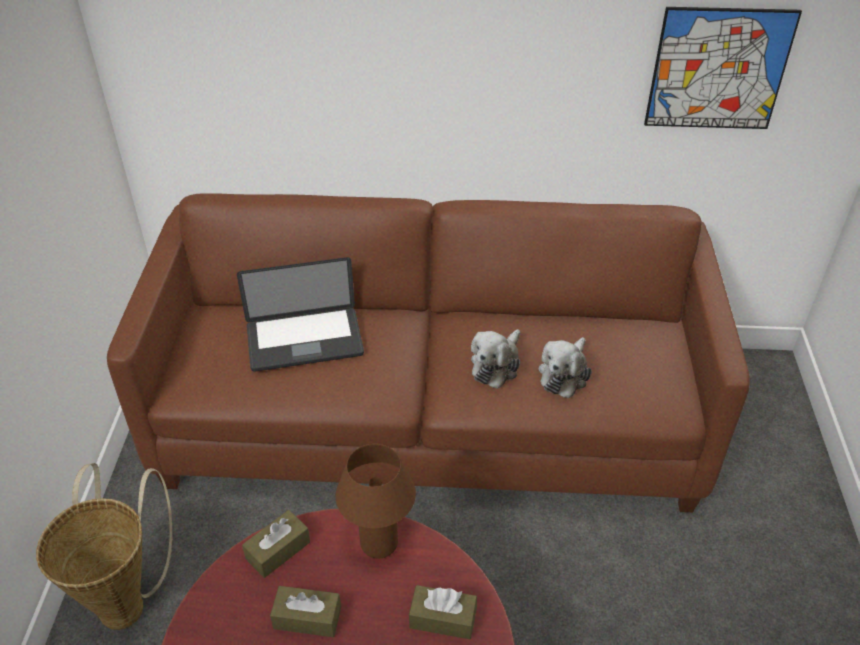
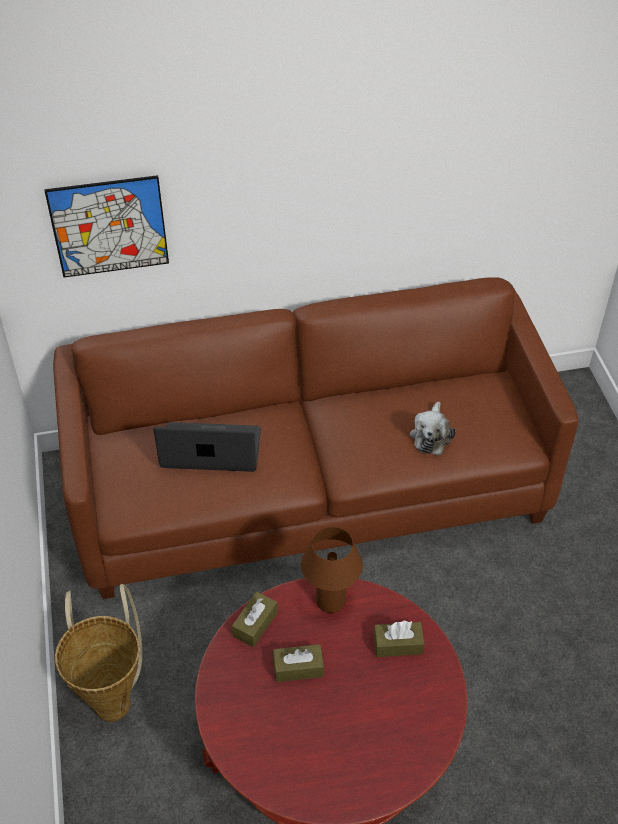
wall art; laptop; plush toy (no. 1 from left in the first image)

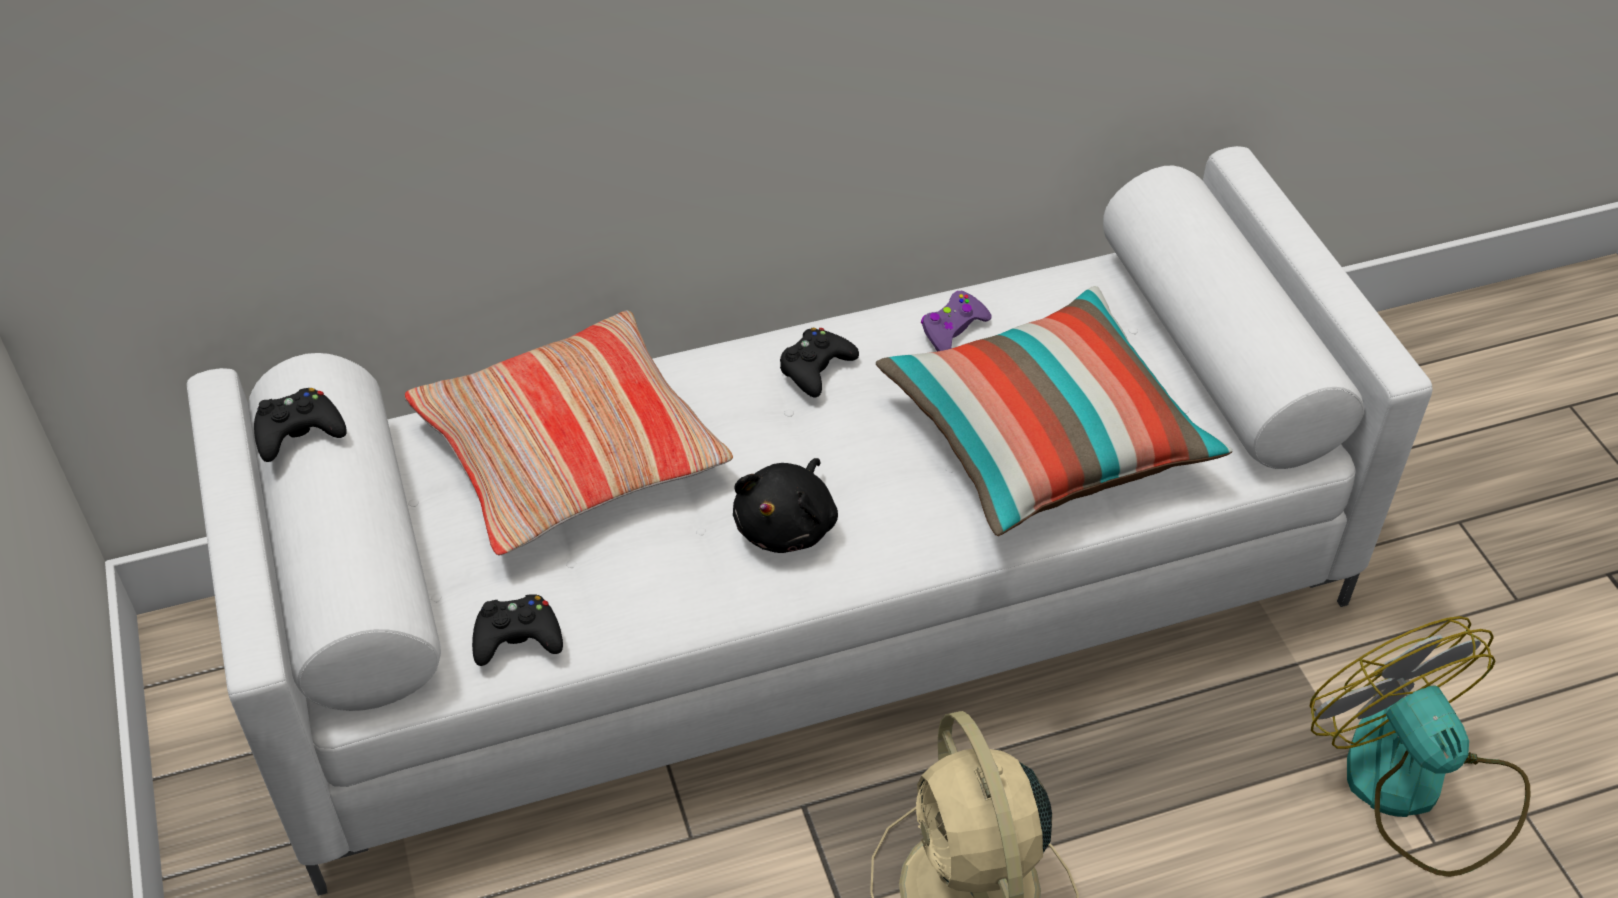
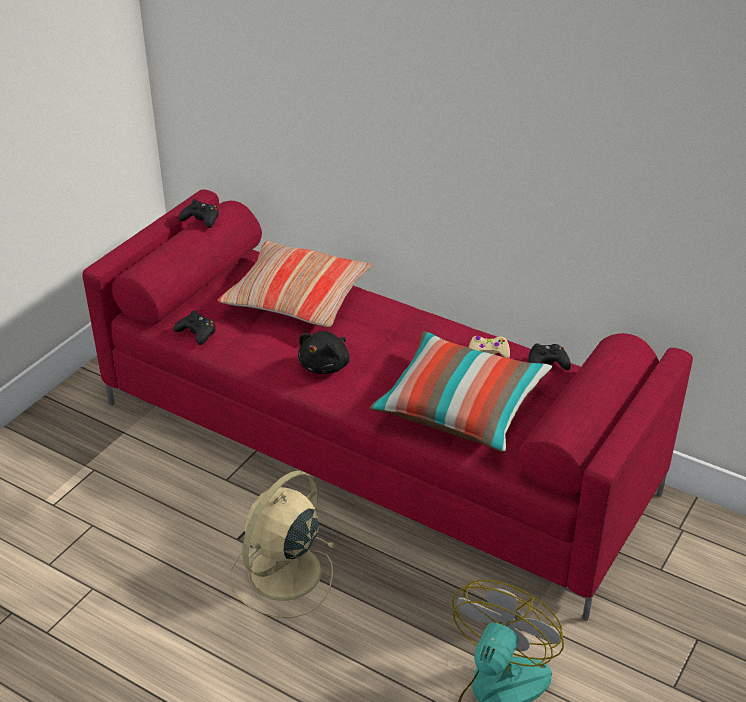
settee (reddish); game controller (beige); game controller (black) (no. 3 from left); plush toy (black)

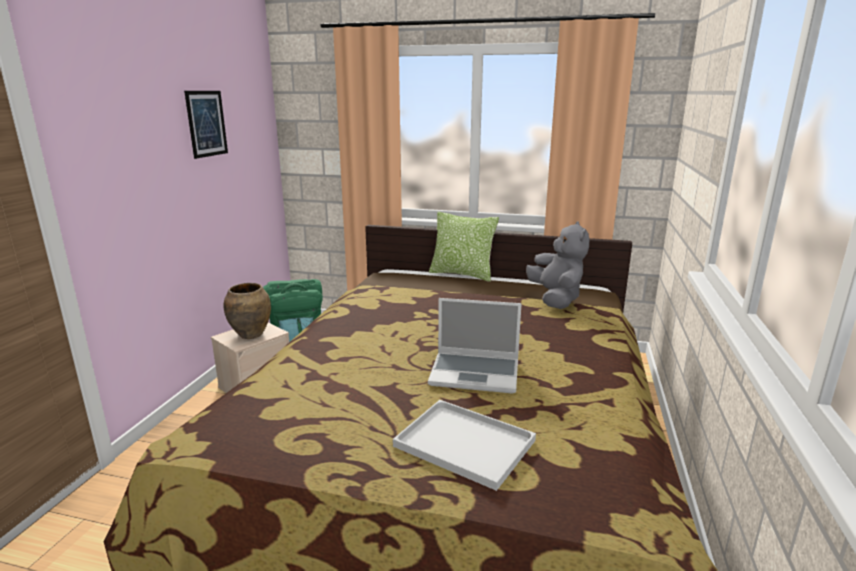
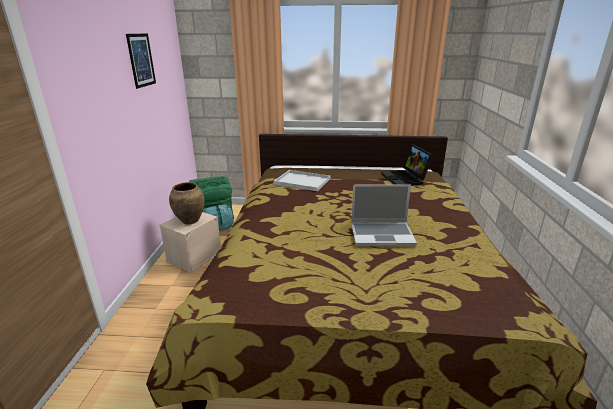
throw pillow; laptop (no. 2 from left); tray (whitish)

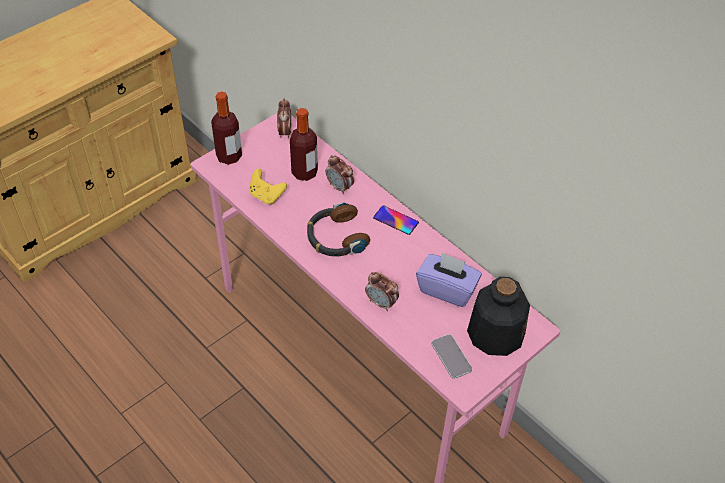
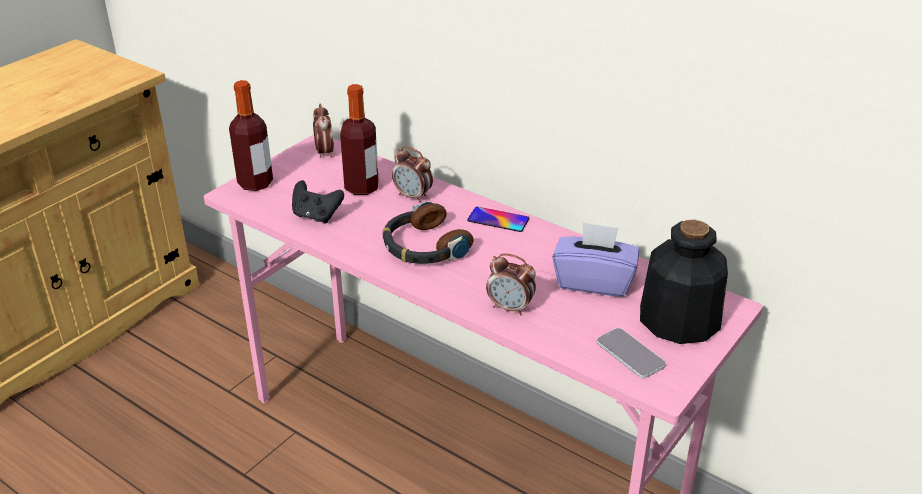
game controller (black)

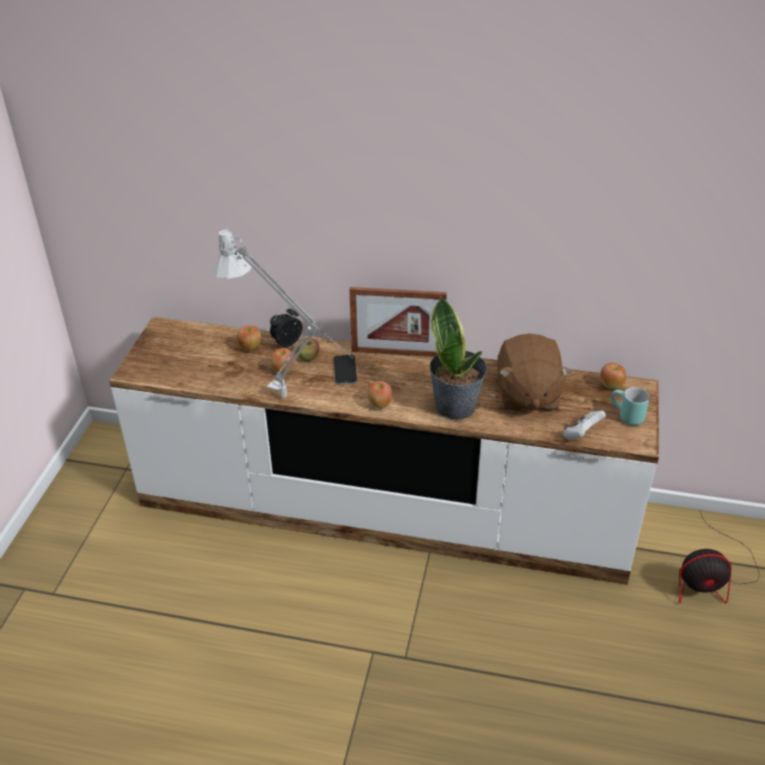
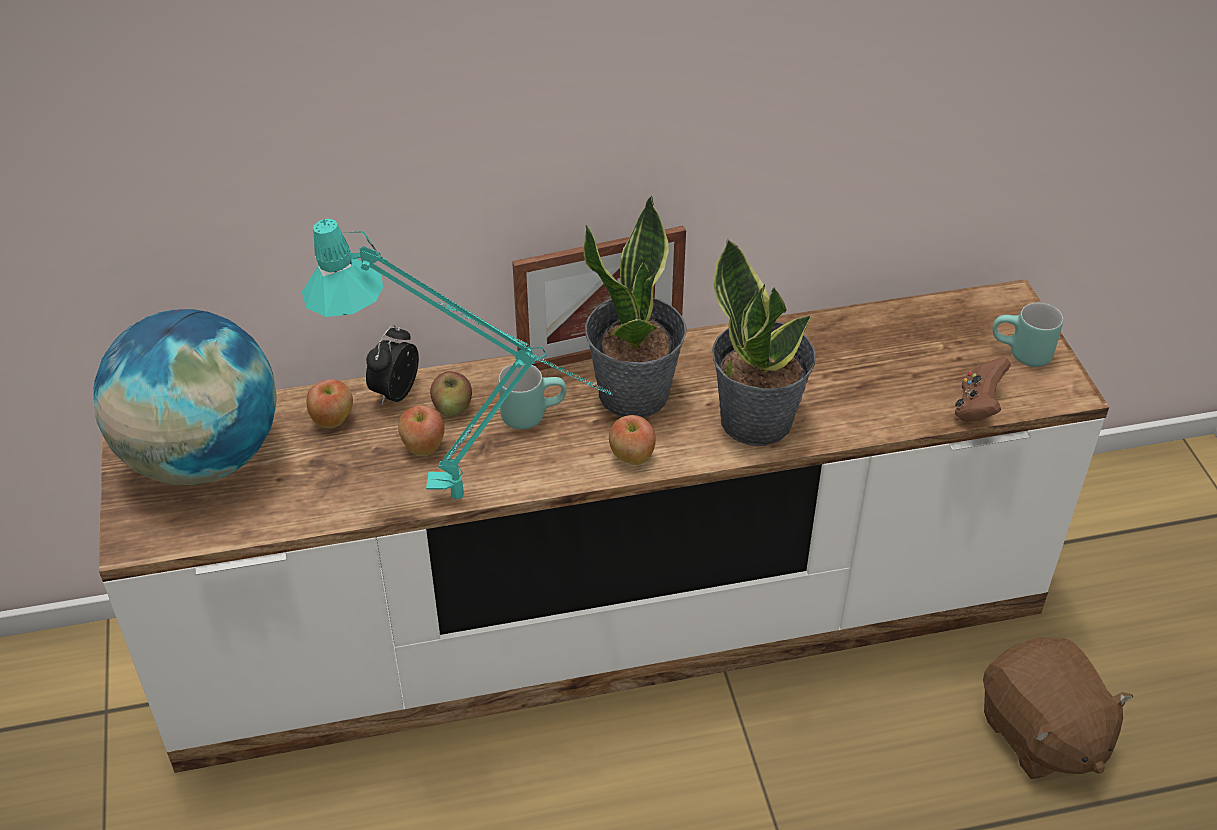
table lamp (turquoise); plush toy (brown-coloured); tea mug (turquoise) (no. 1 from left); apple fruit (no. 5 from left in the first image); game controller (brown-coloured); electric fan; potted plant (no. 1 from left); desk globe

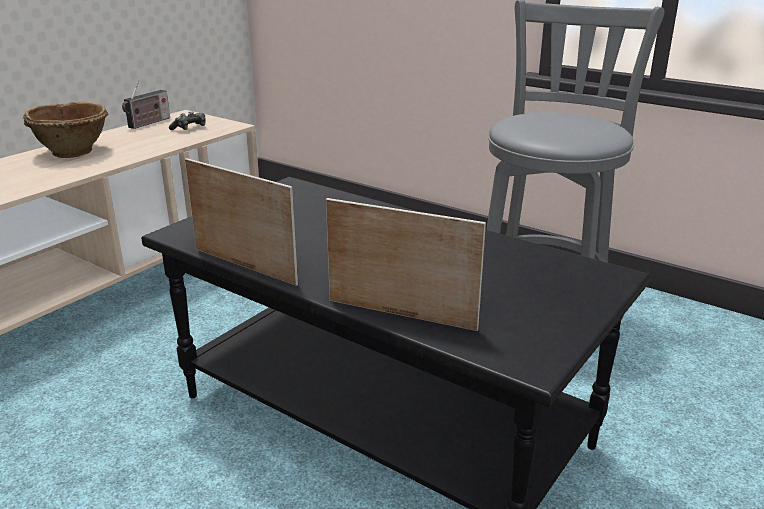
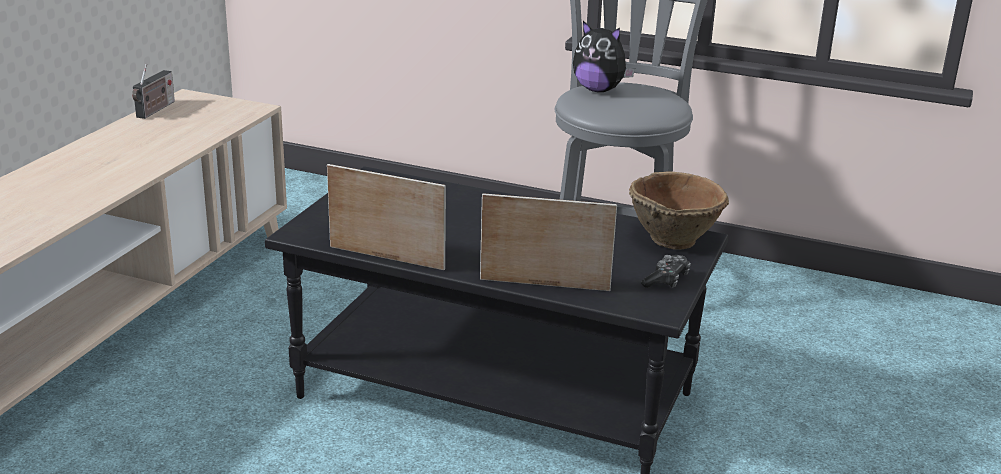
deep dish (brown-coloured); game controller; plush toy

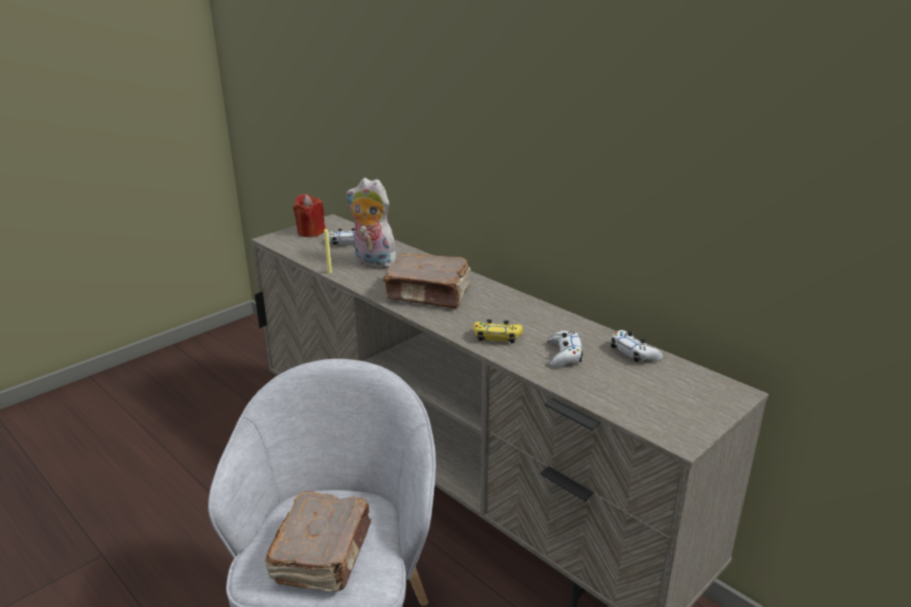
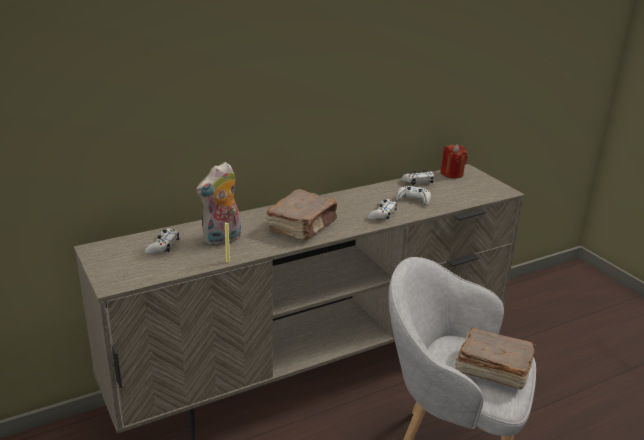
wax light (reddish); game controller (whitish) (no. 2 from left)

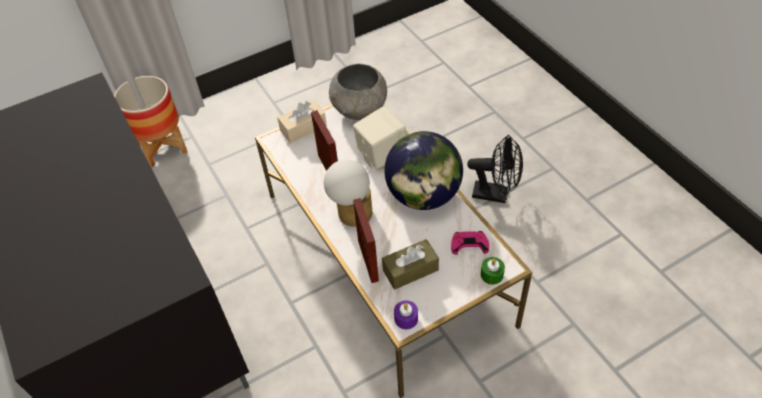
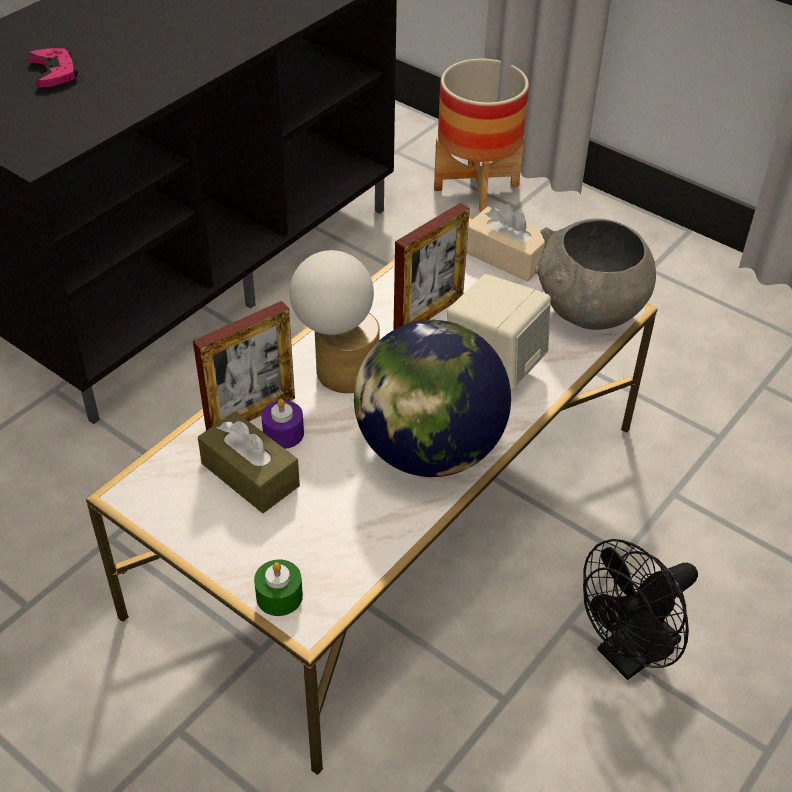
electric fan (black); game controller (pink-coloured); wax light (purplish)

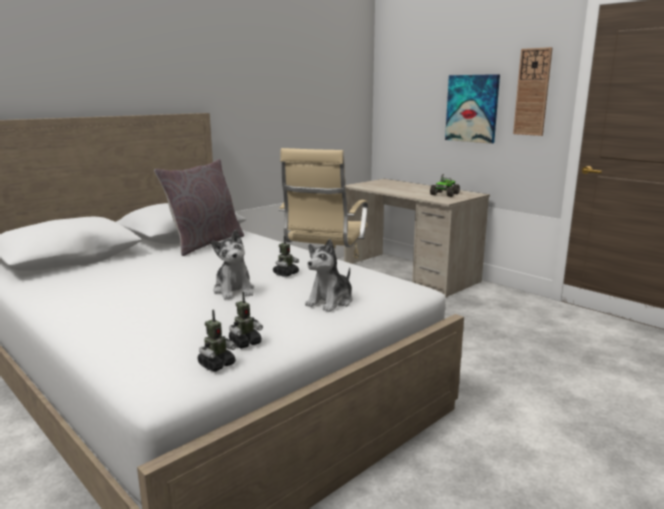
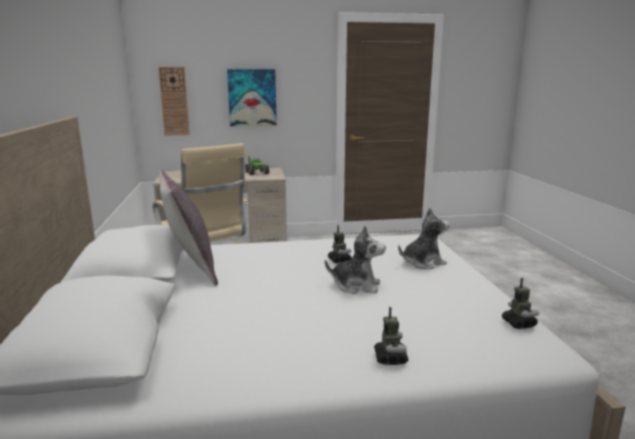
hanging clock; plush toy (no. 2 from left); robot figure (no. 2 from left)

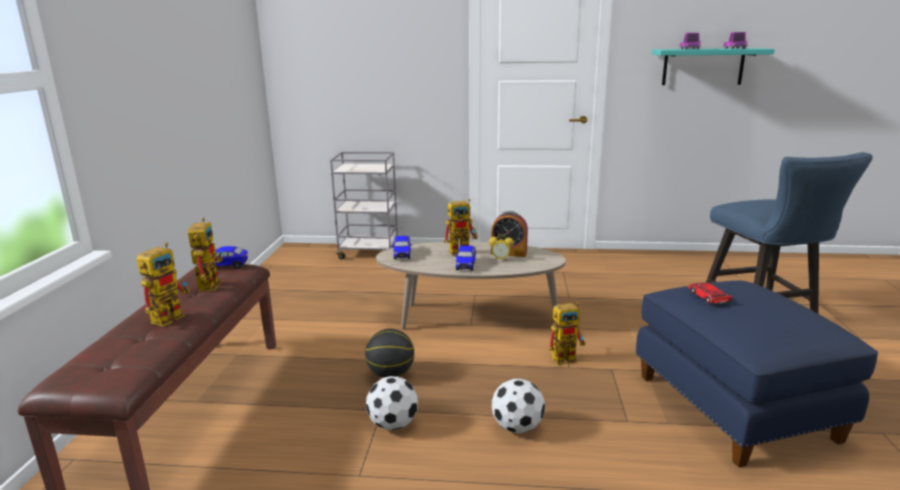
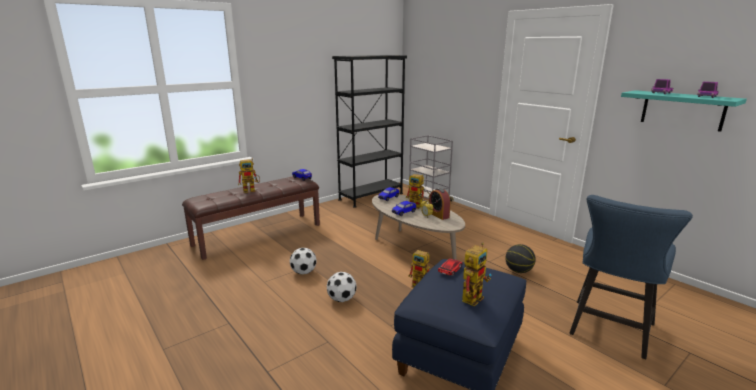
robot figure (no. 4 from left); basketball; bookcase (black)

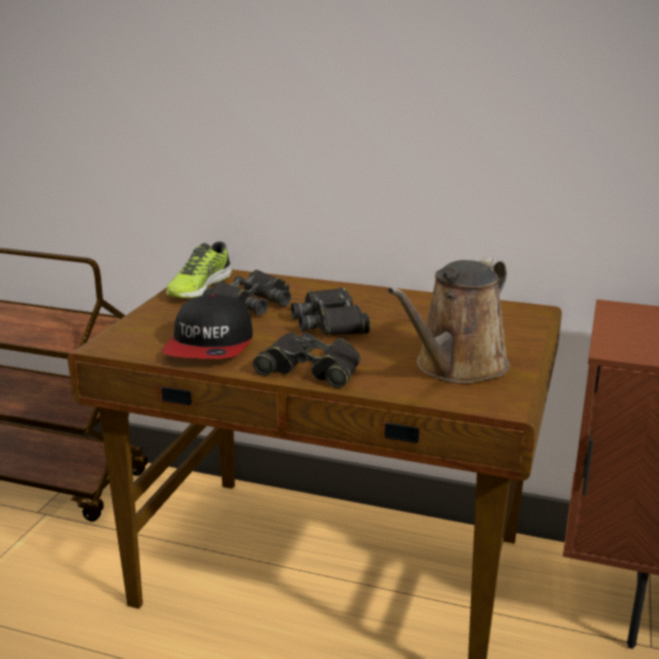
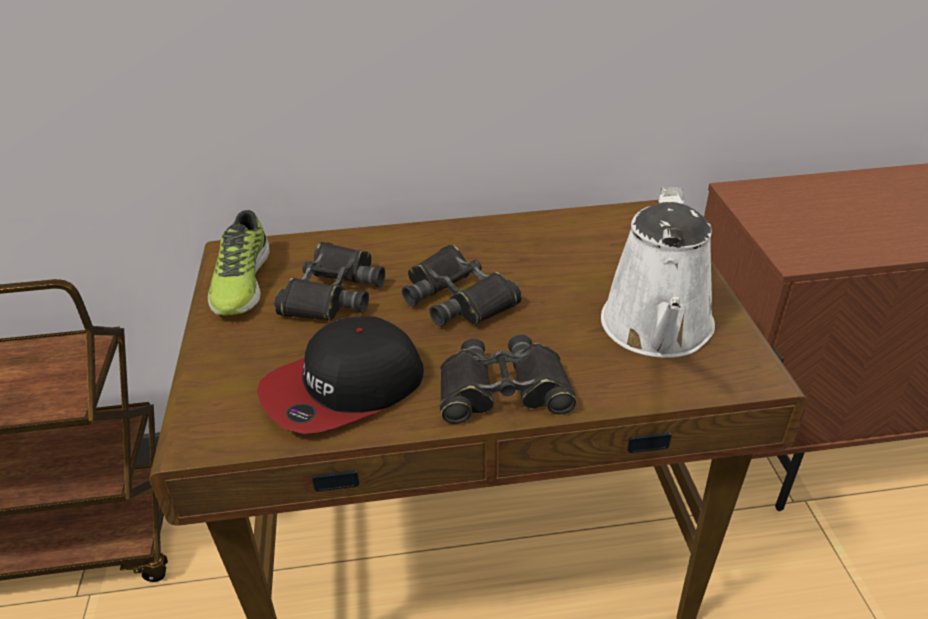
watering pot (whitish); peaked cap

